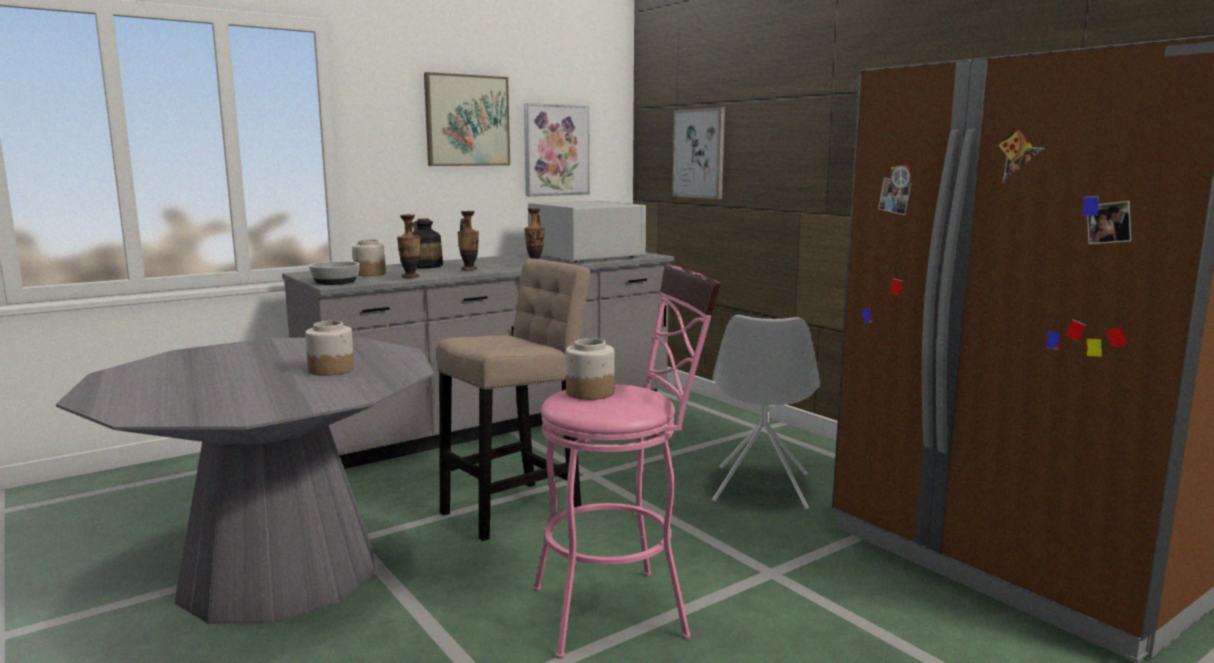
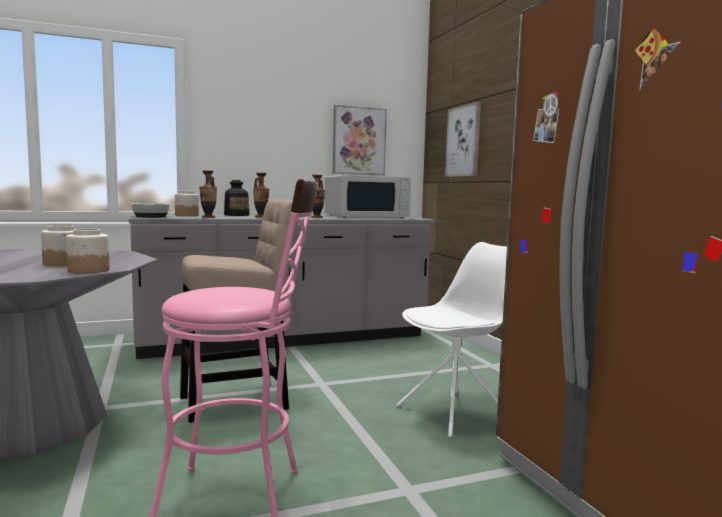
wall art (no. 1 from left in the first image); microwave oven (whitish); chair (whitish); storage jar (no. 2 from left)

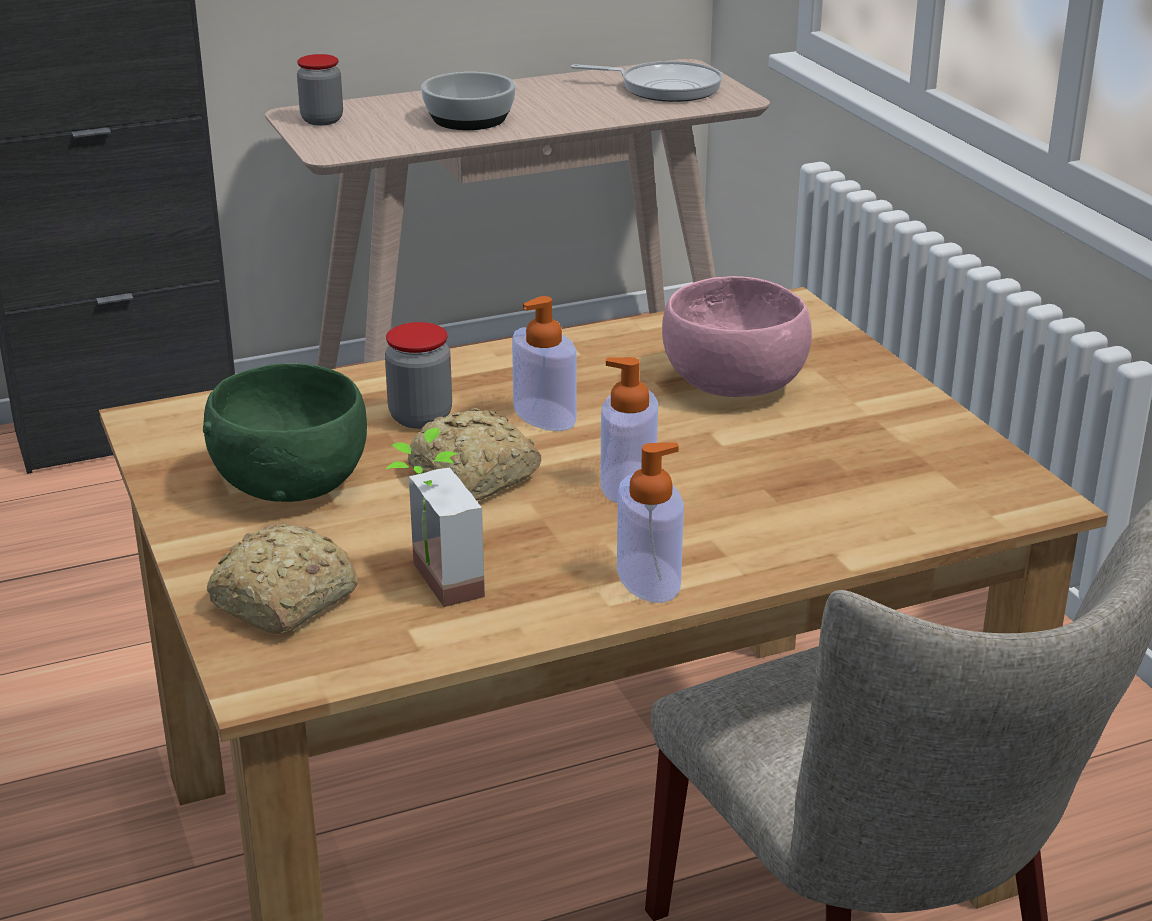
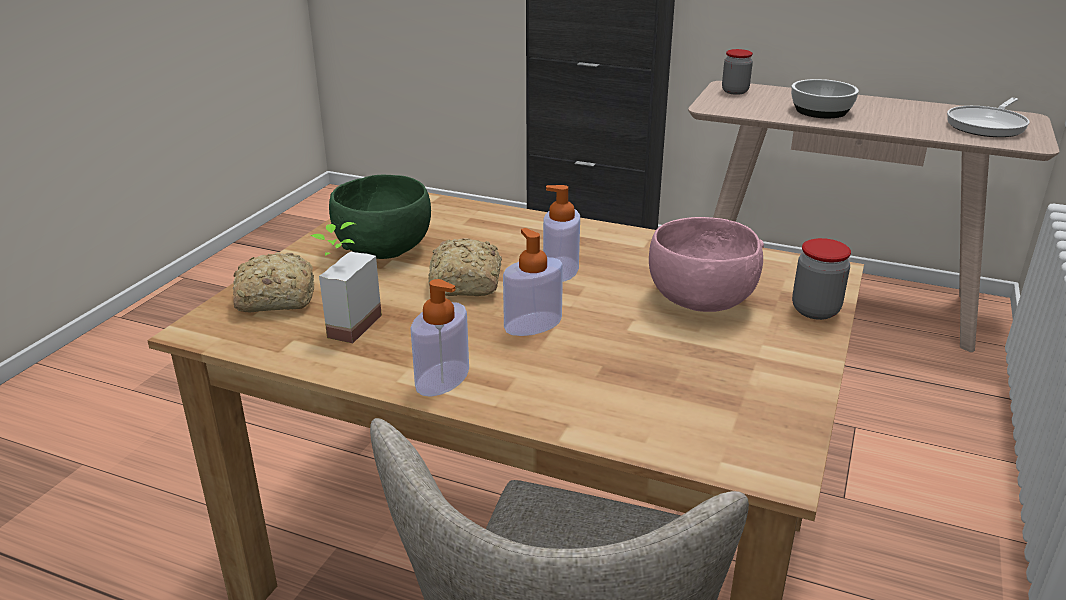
skillet; storage jar (no. 2 from left)

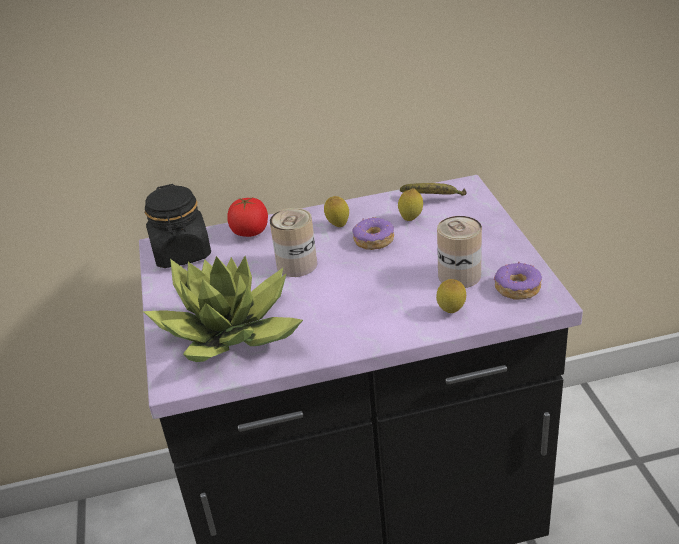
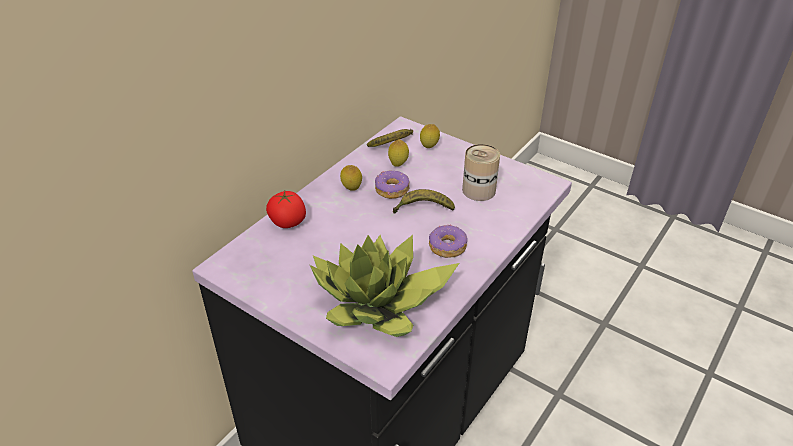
storage jar (black); metal can (no. 1 from left in the first image); doughnut (no. 2 from left); citrus fruit (no. 3 from left); banana (no. 2 from left)

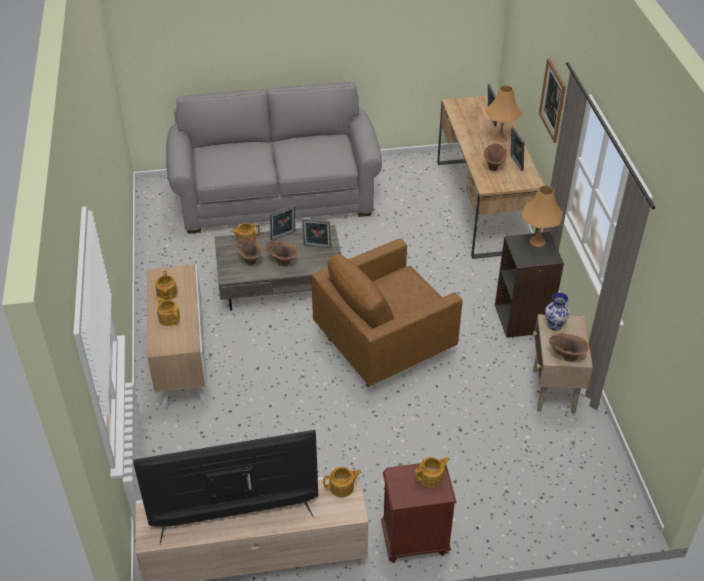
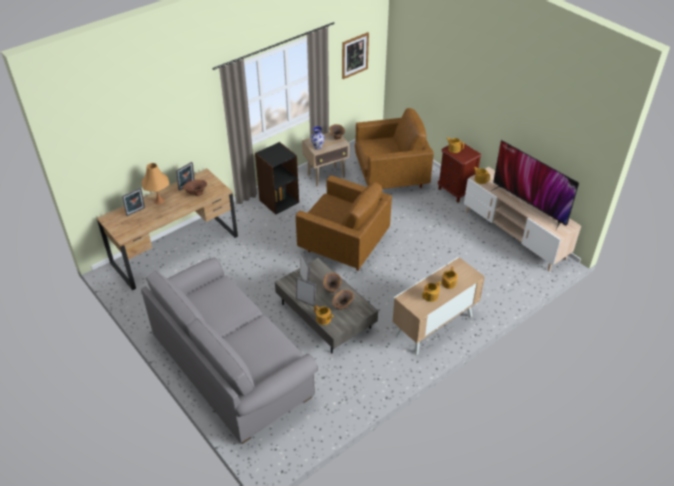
wall art; table lamp (orangey) (no. 2 from left in the first image); armchair (brown-coloured) (no. 2 from left)

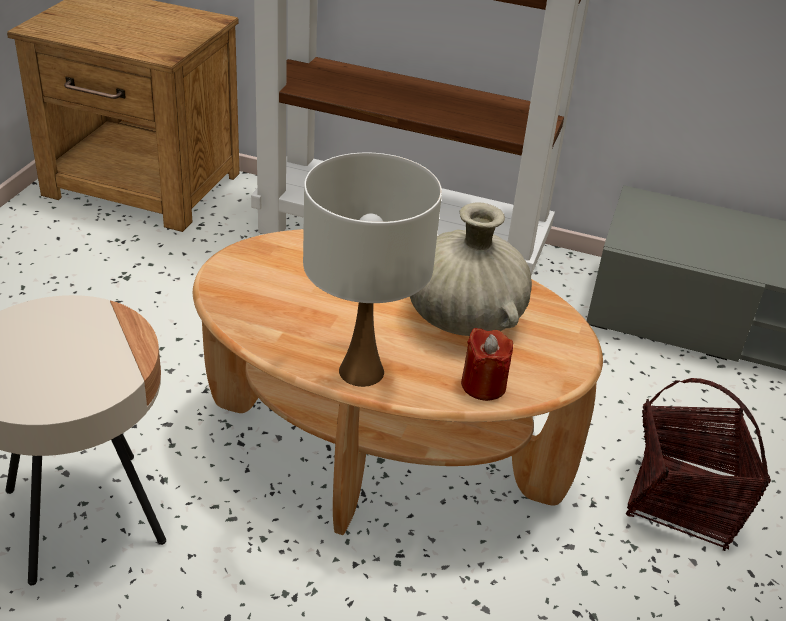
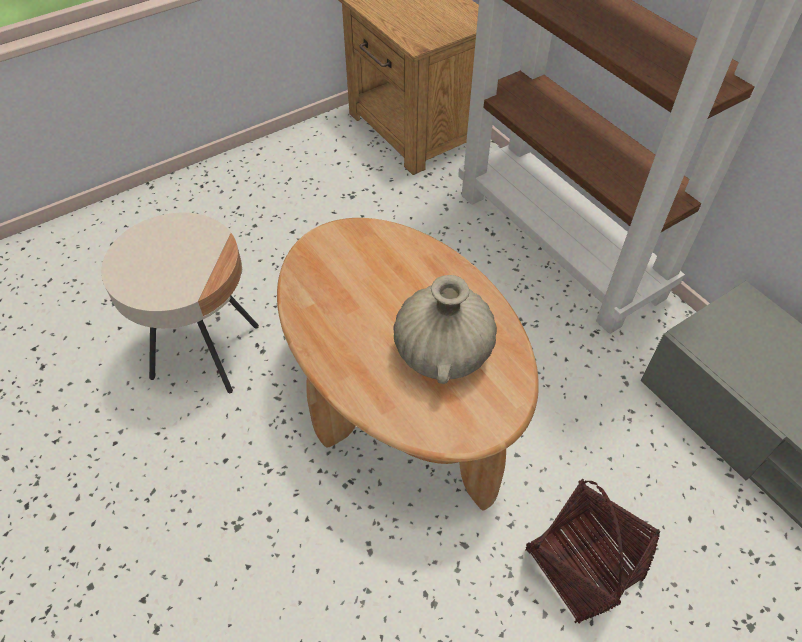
table lamp (whitish); wax light (reddish)

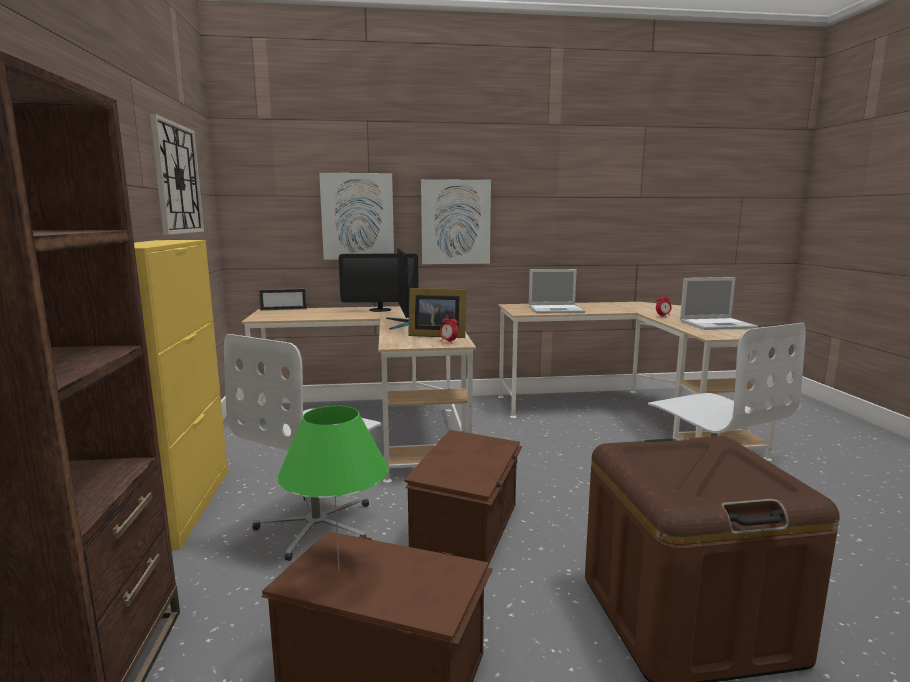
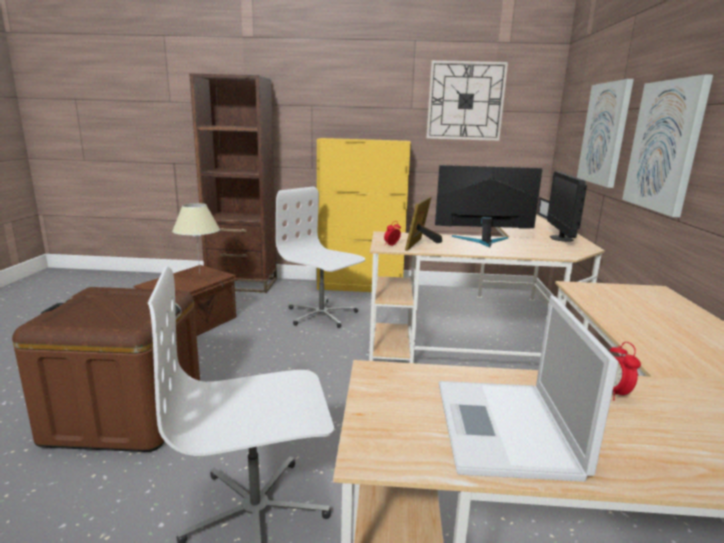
laptop (no. 1 from left in the first image); table lamp (beige); storage bin (brown-coloured) (no. 2 from left in the first image)

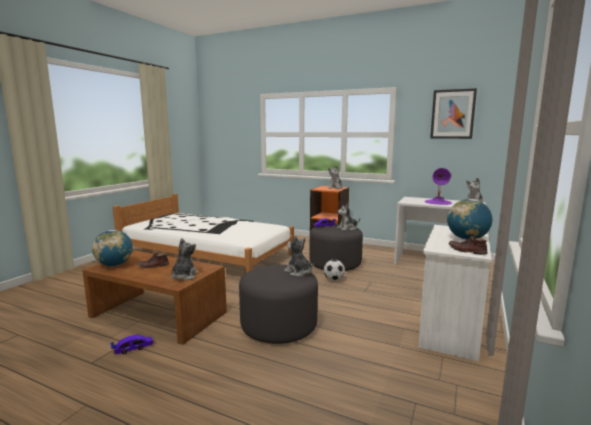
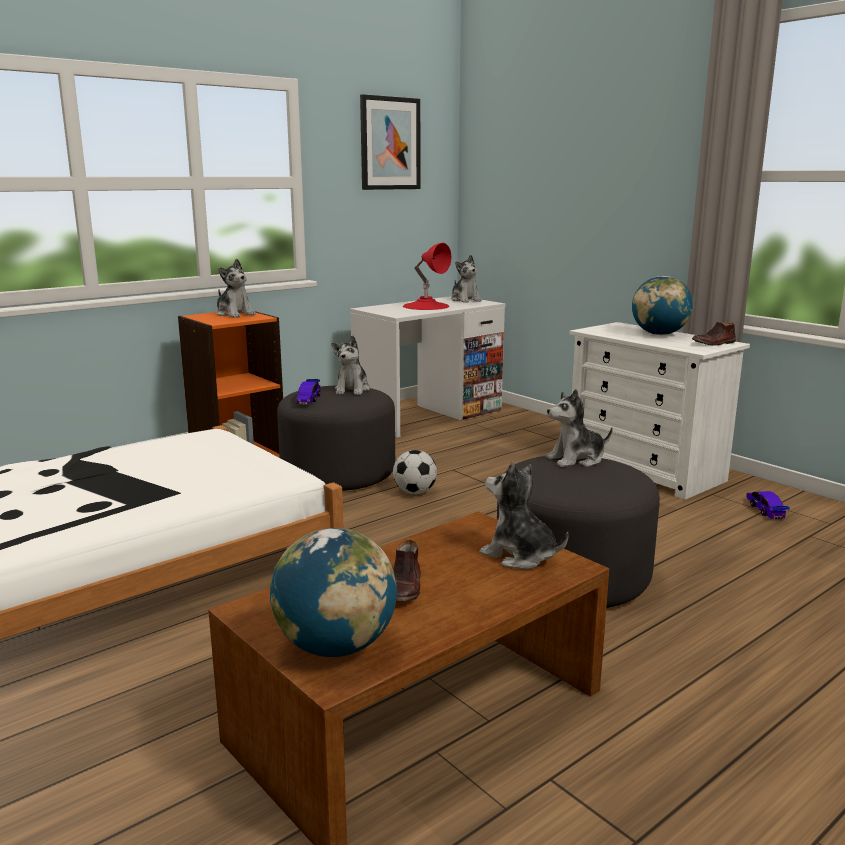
table lamp (reddish); miniature car (no. 2 from left)

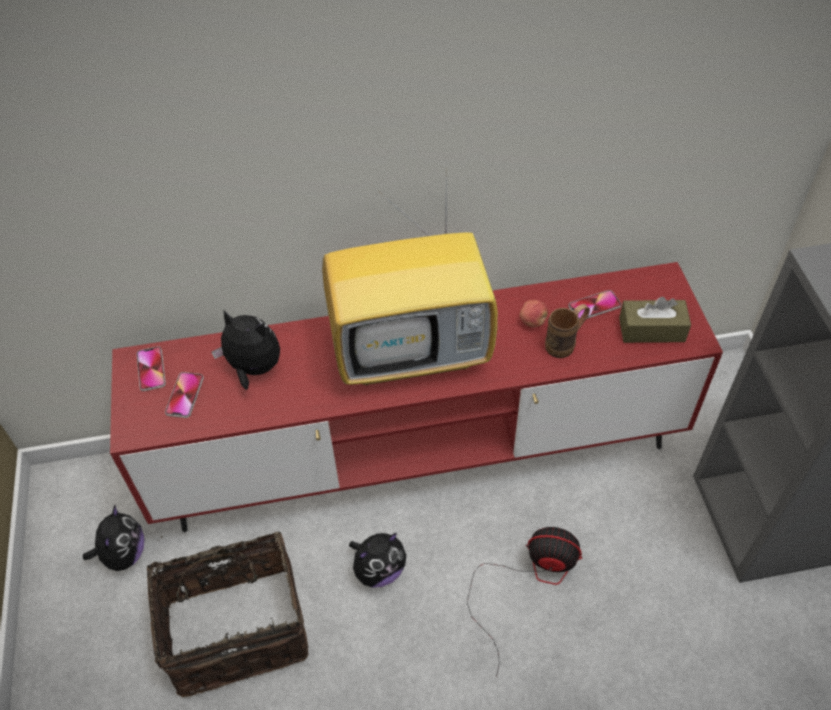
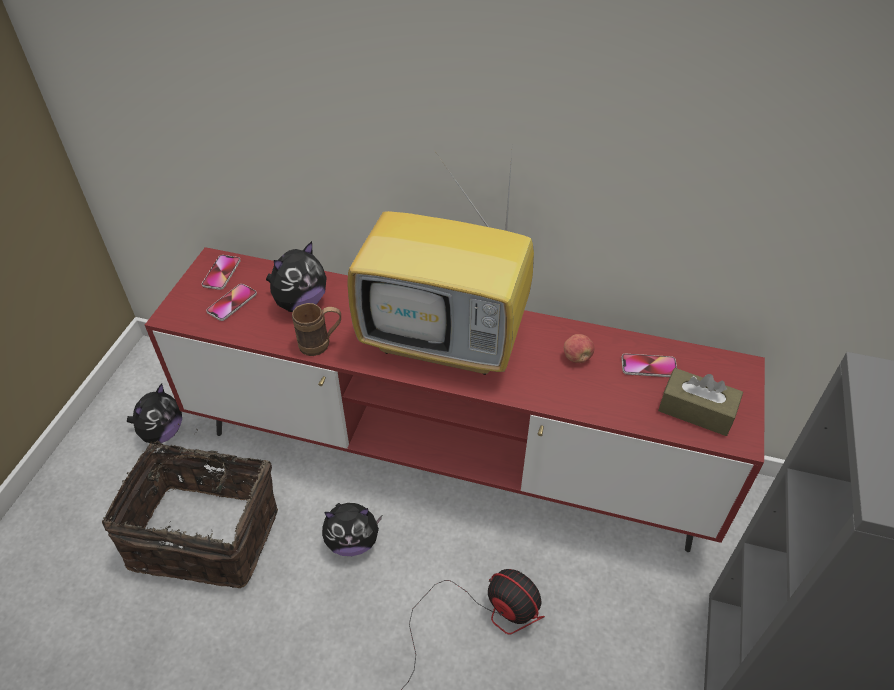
tea mug (brown-coloured); plush toy (no. 2 from left)

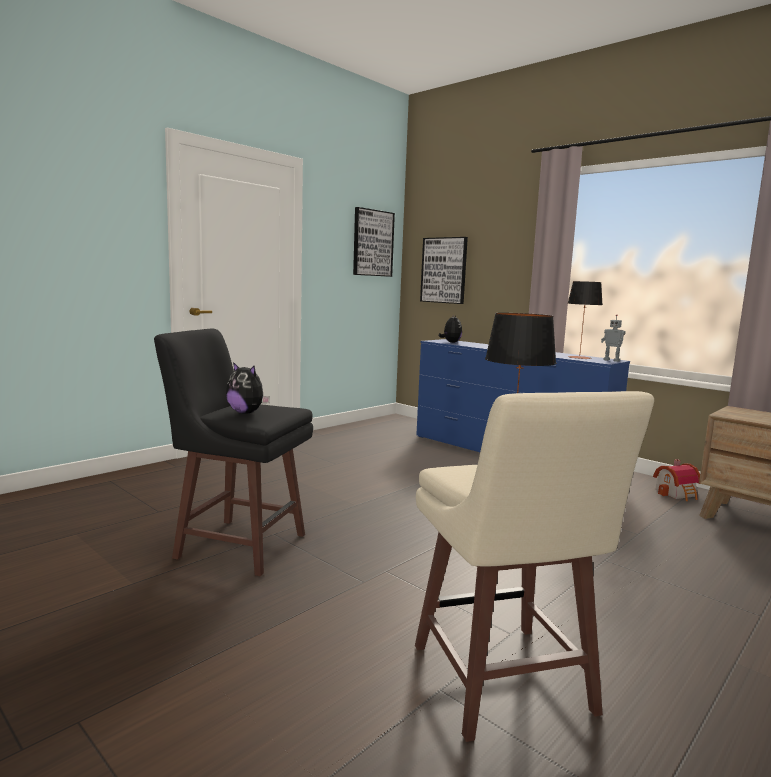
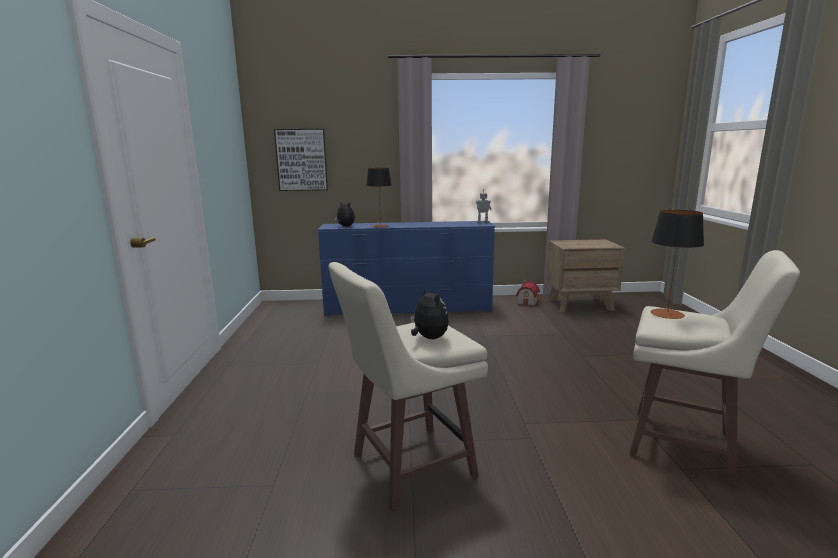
wall art (no. 1 from left in the first image); table lamp (no. 1 from left); stool seat (beige) (no. 1 from left); plush toy (no. 2 from left)

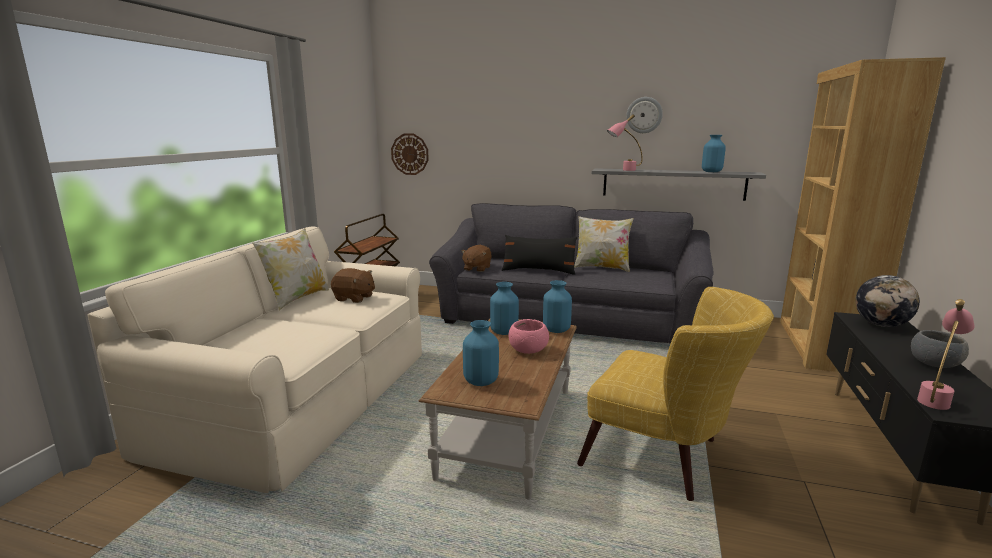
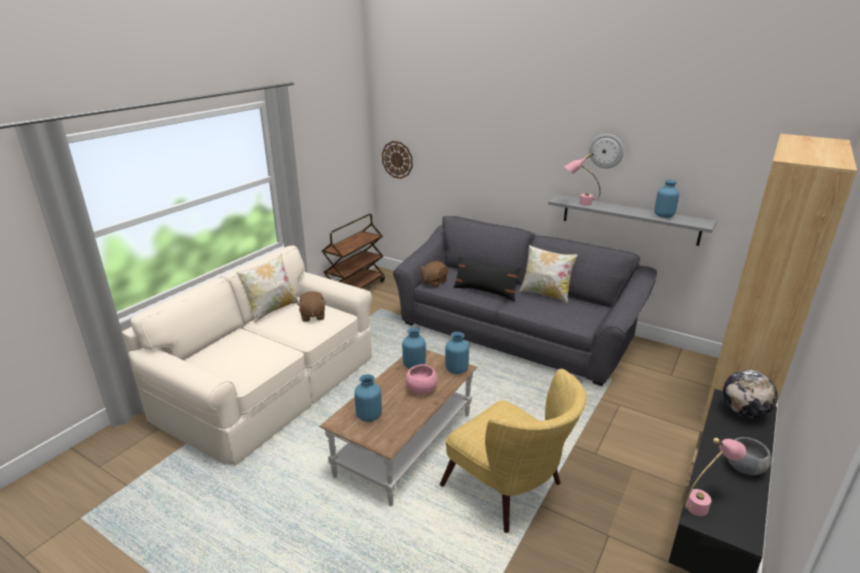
plush toy (brown-coloured) (no. 1 from left)

